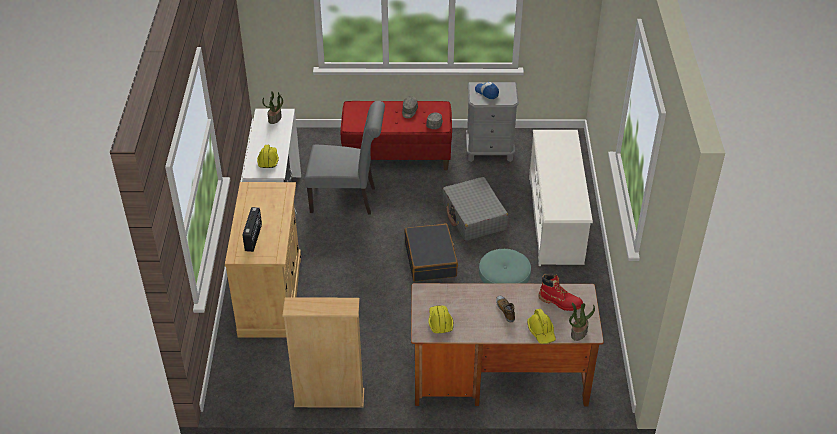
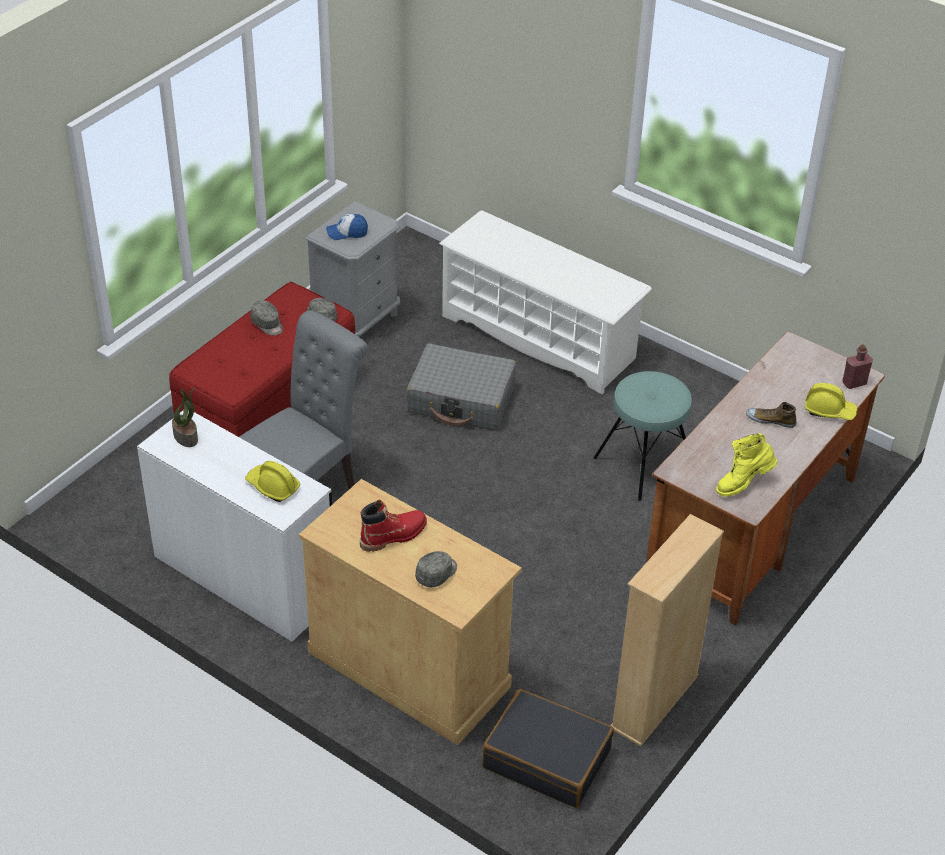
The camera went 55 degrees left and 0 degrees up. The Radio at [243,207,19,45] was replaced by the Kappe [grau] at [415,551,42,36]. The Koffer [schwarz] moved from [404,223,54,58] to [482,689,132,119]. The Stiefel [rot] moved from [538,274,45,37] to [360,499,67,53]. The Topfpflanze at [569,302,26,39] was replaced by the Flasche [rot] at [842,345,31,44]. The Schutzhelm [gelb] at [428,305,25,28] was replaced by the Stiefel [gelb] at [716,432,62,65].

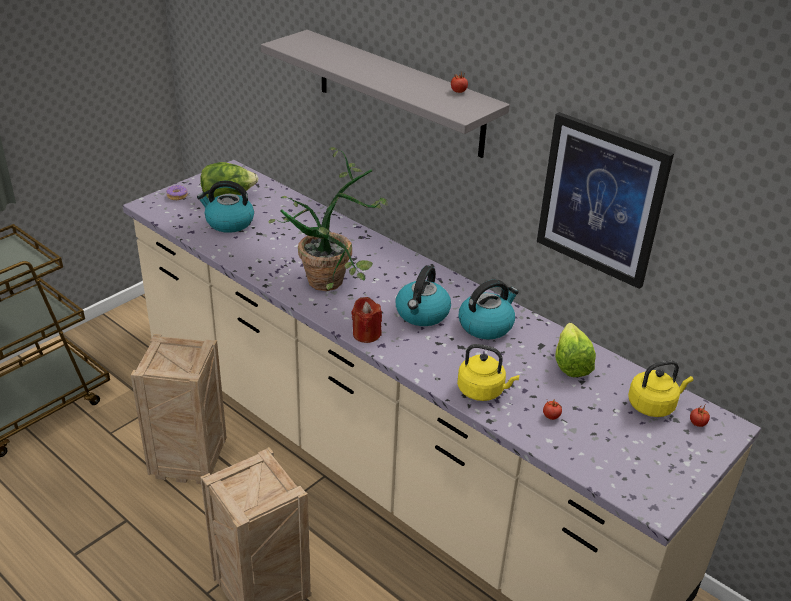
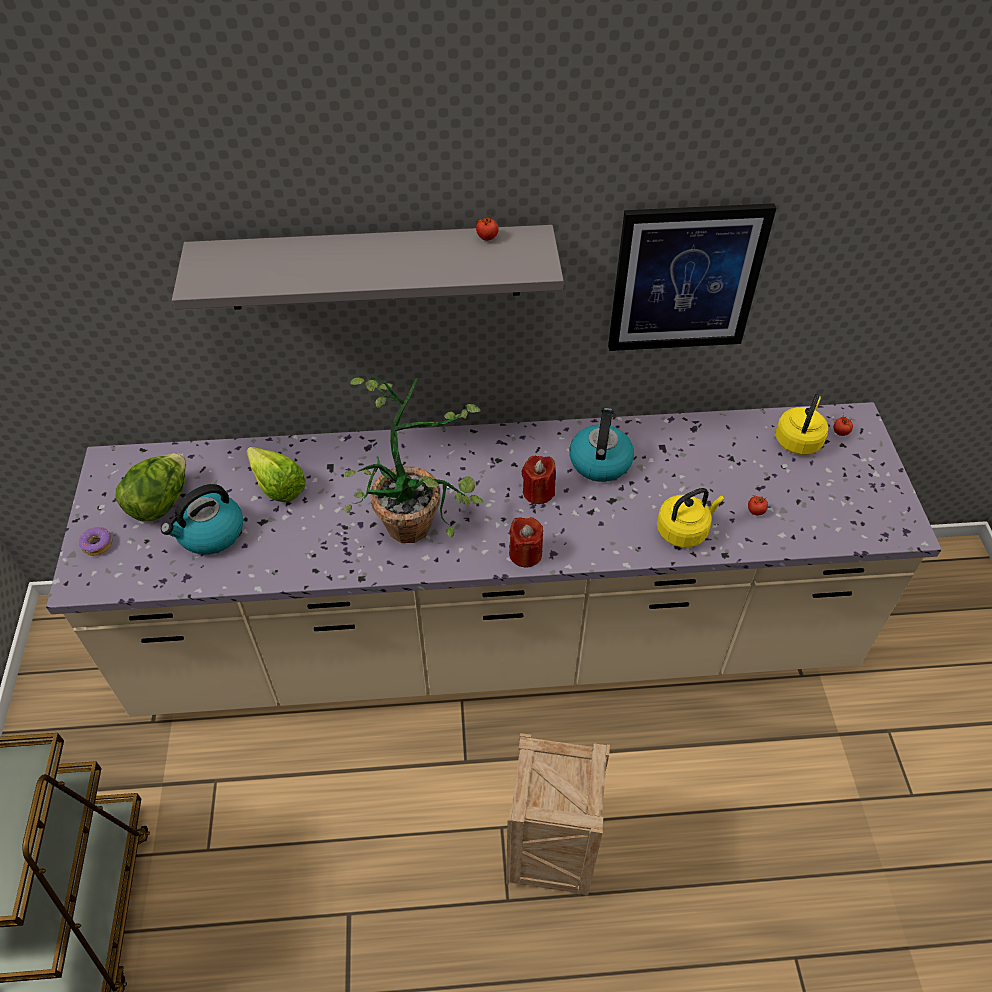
The camera went 45 degrees left and 15 degrees up. The Wasserkessel at [396,265,55,61] was replaced by the Kerze [rot] at [521,456,35,48]. The Salatkopf moved from [555,323,41,54] to [246,447,60,55]. The Kiste at [131,334,96,150] disappeared.

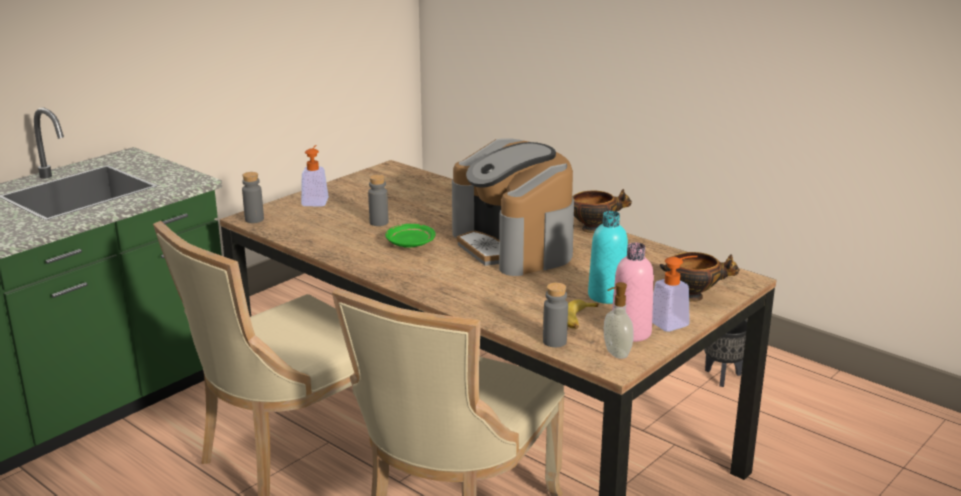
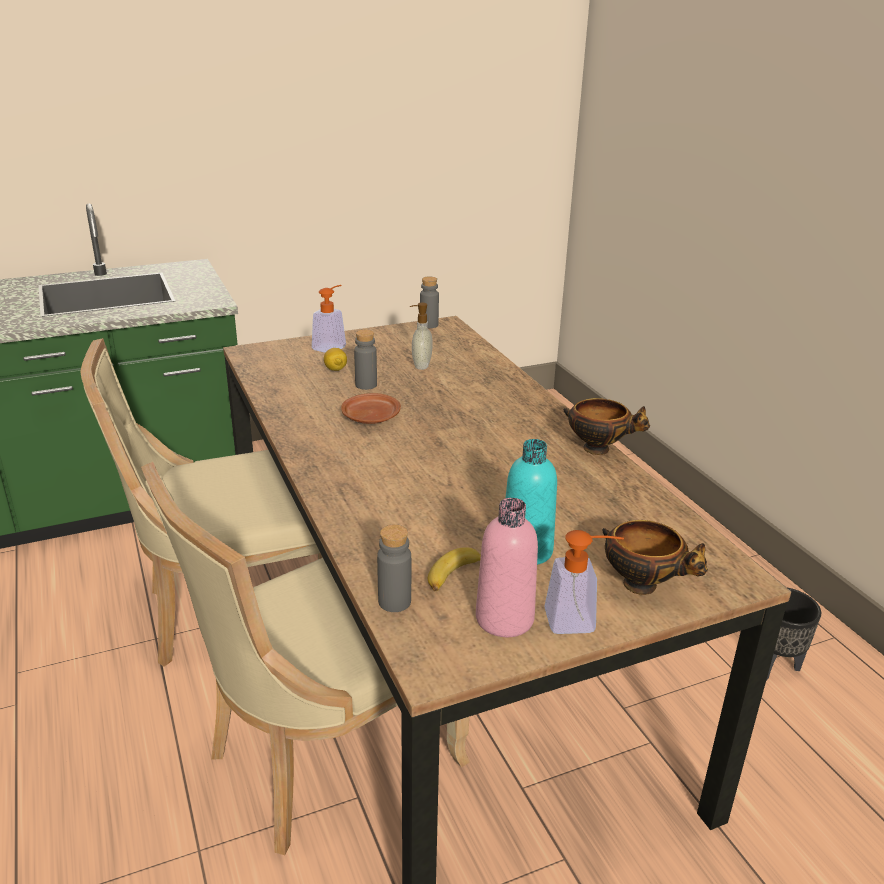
The camera went 25 degrees right and 5 degrees up. The Kaffeemaschine at [452,138,122,138] disappeared. The Flasche [grau] moved from [242,172,22,51] to [420,276,19,52]. The Teller [grün] at [385,224,51,24] became the Teller [braun] at [341,393,60,31]. The Seifenspender moved from [604,282,30,77] to [410,303,23,67]. The Zitrone at [324,348,23,23] appeared.

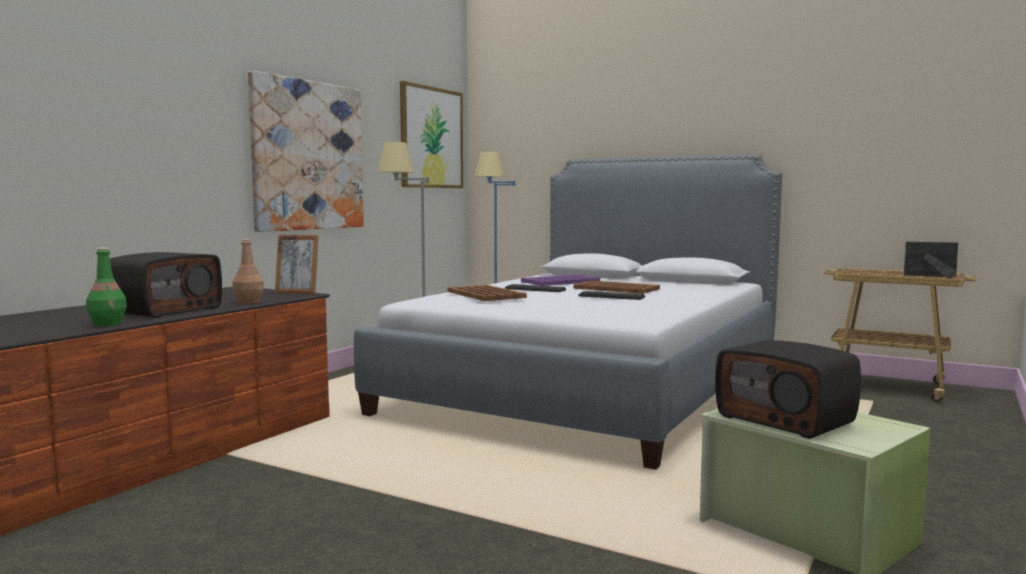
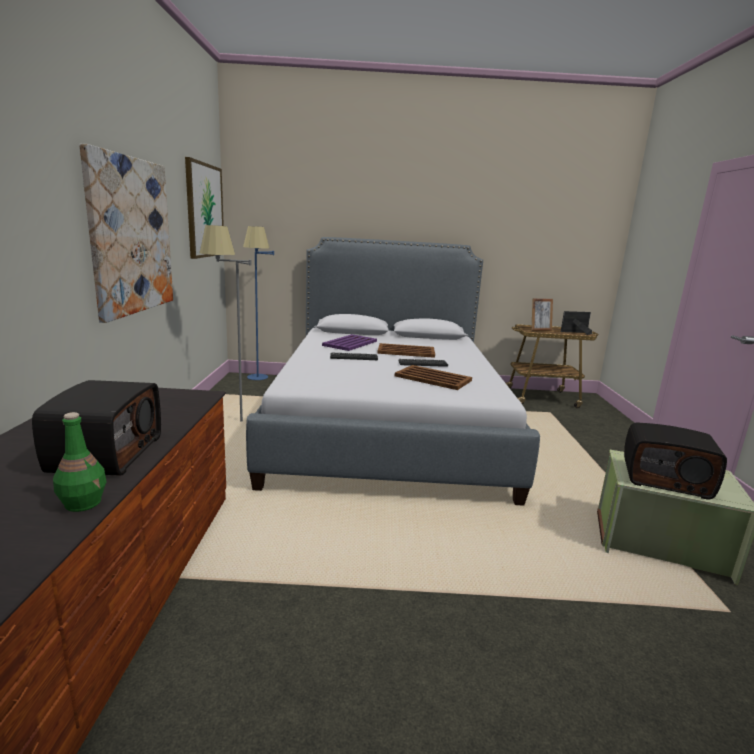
The camera went 30 degrees left and 10 degrees up. The Bilderrahmen moved from [275,235,44,59] to [531,298,22,33]. The Flasche [braun] at [233,239,31,65] disappeared. The Tablett [braun] moved from [448,285,79,16] to [395,365,77,25].

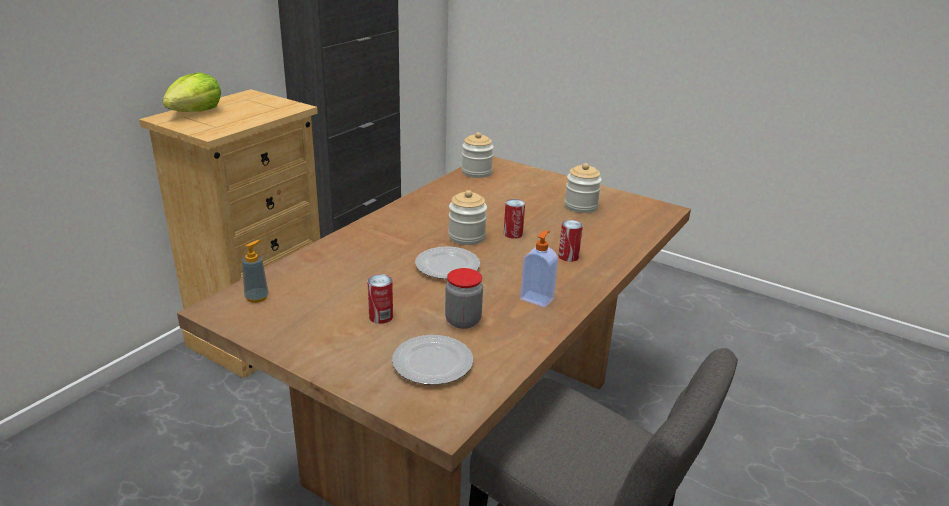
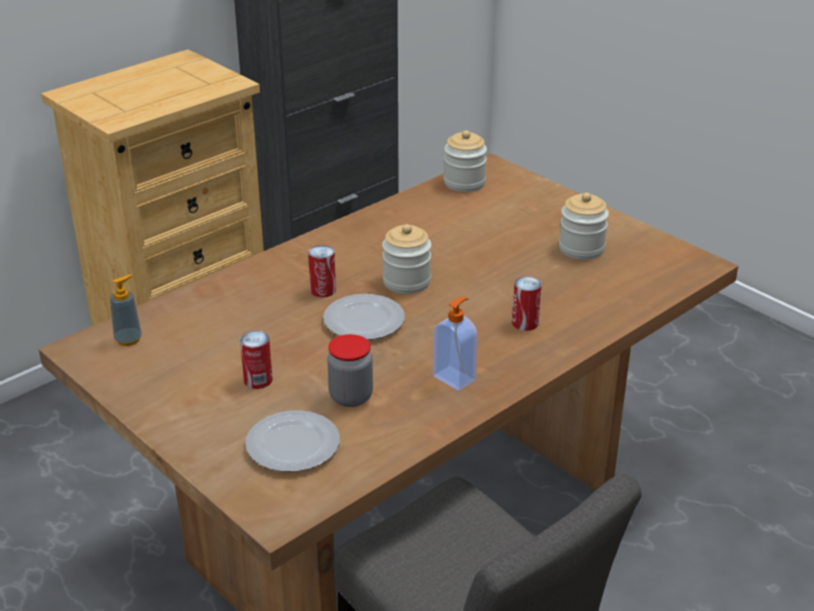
The camera went 15 degrees right and 5 degrees up. The Salatkopf at [162,72,59,40] disappeared. The Dose moved from [504,199,21,40] to [308,245,28,52].

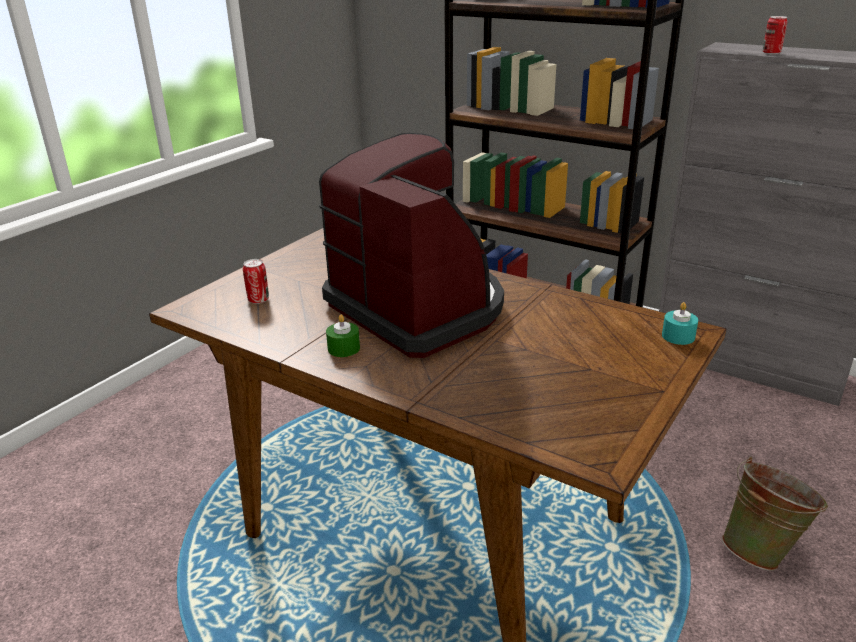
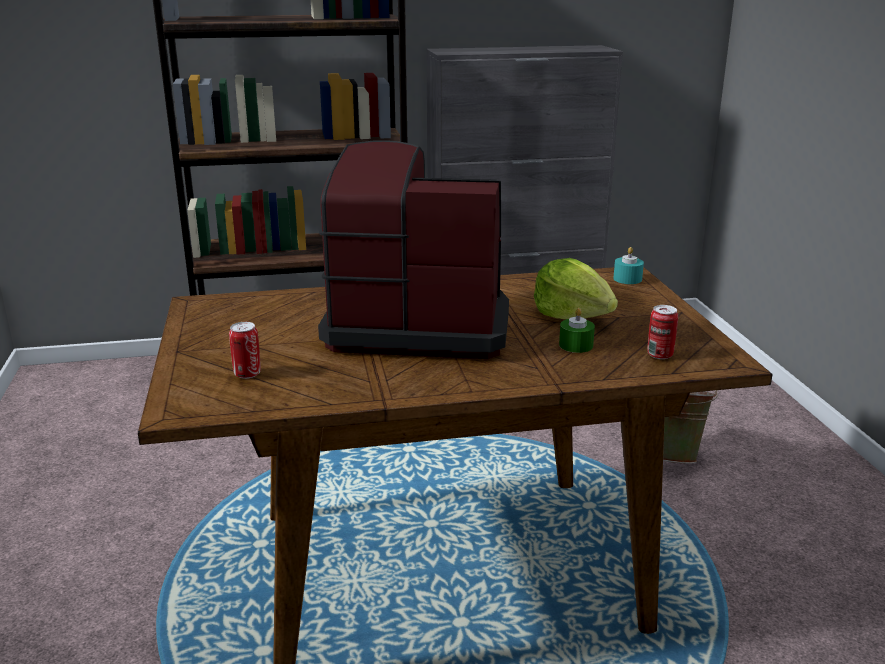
The camera went 45 degrees left and 5 degrees down. The Dose moved from [763,16,25,39] to [647,305,31,54]. The Kerze [grün] moved from [326,314,34,43] to [559,308,36,45]. The Salatkopf at [534,258,84,61] appeared.

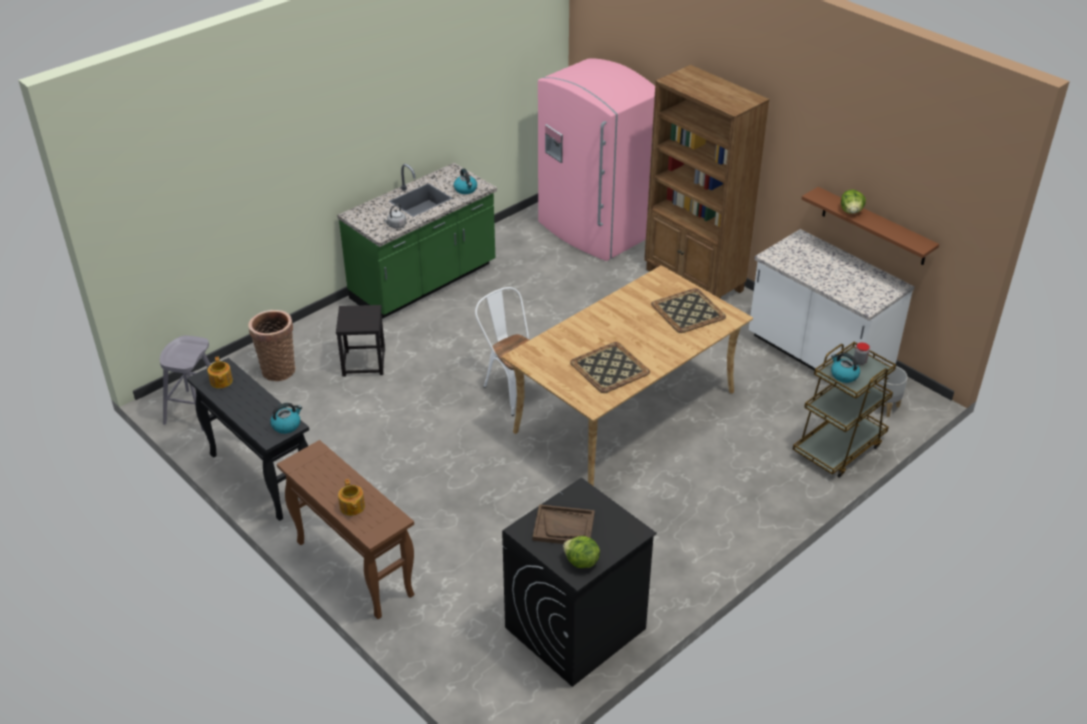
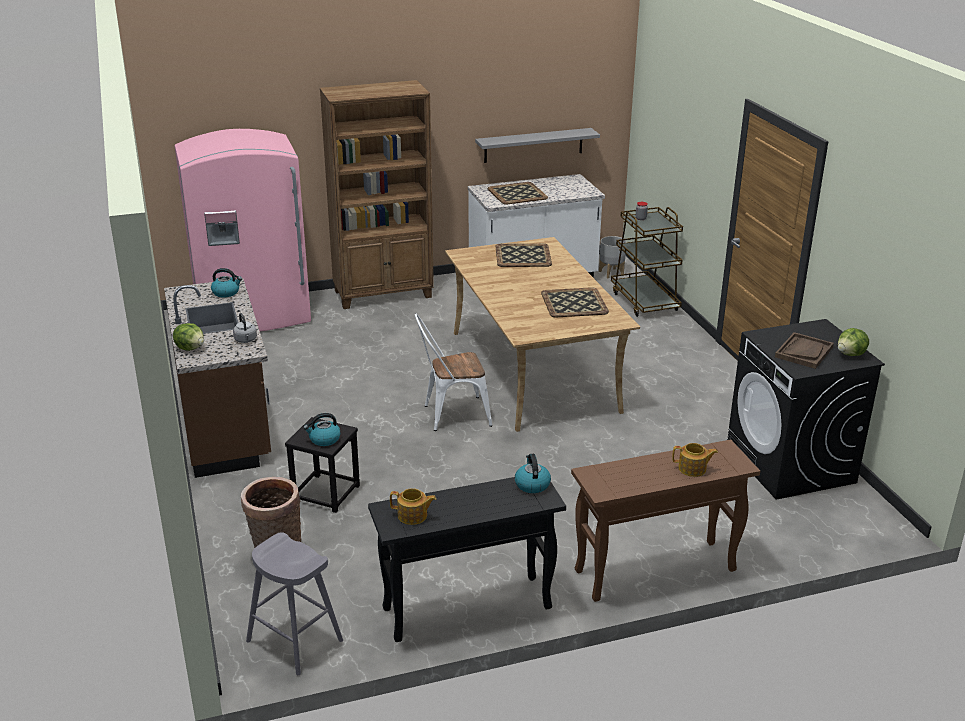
The camera went 65 degrees left and 10 degrees down. The Küchenzeile [grün] at [337,163,160,156] became the Küchenzeile [braun] at [164,278,107,200]. The Wandregal [braun] at [802,187,137,78] became the Wandregal [grau] at [475,128,125,35]. The Salatkopf moved from [841,189,25,25] to [173,323,31,28]. The Wasserkessel moved from [831,353,29,30] to [303,413,38,33]. The Tablett at [487,182,61,23] appeared.

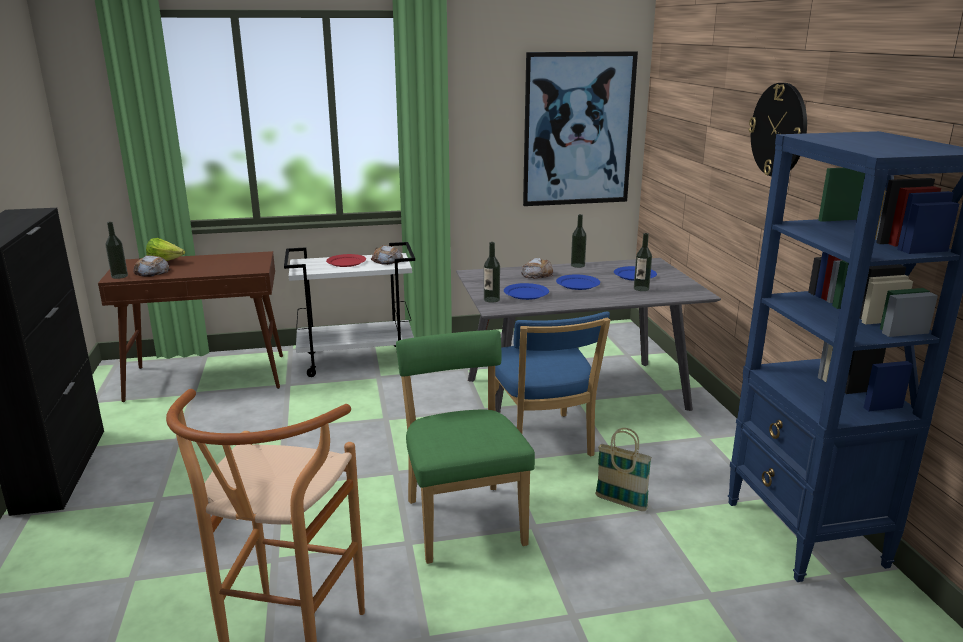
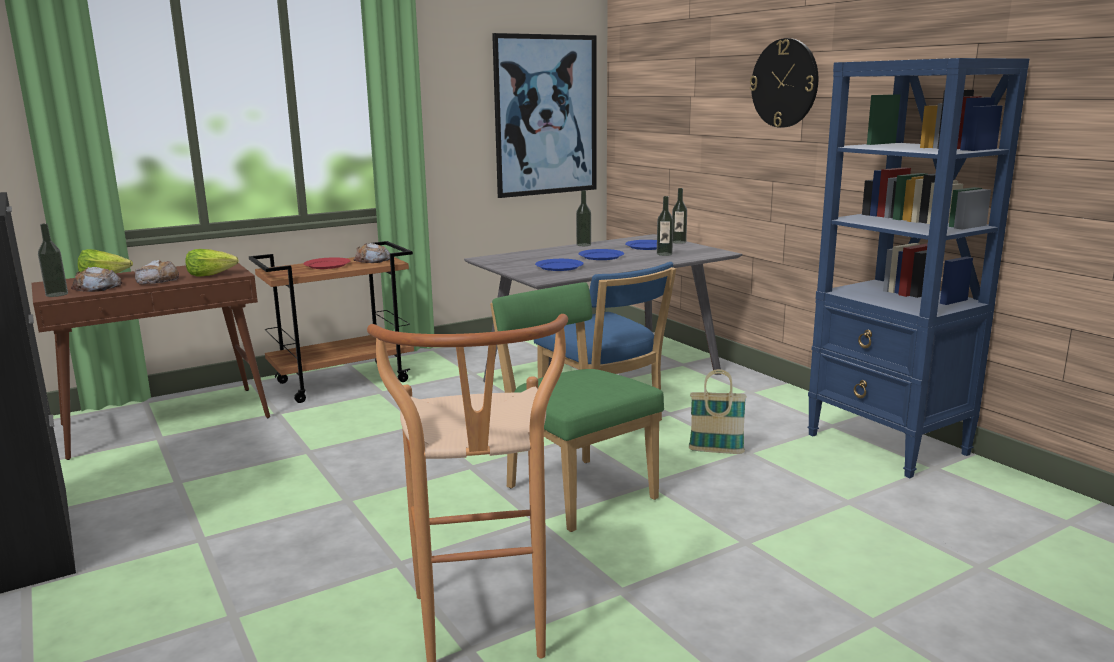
The camera went 20 degrees left and 5 degrees down. The Rollwagen [weiß] at [284,242,131,135] became the Rollwagen [braun] at [249,241,165,162]. The Flasche moved from [484,242,16,61] to [672,188,15,56]. The Brot moved from [521,258,32,21] to [134,260,45,25]. The Salatkopf at [185,249,54,28] appeared.

